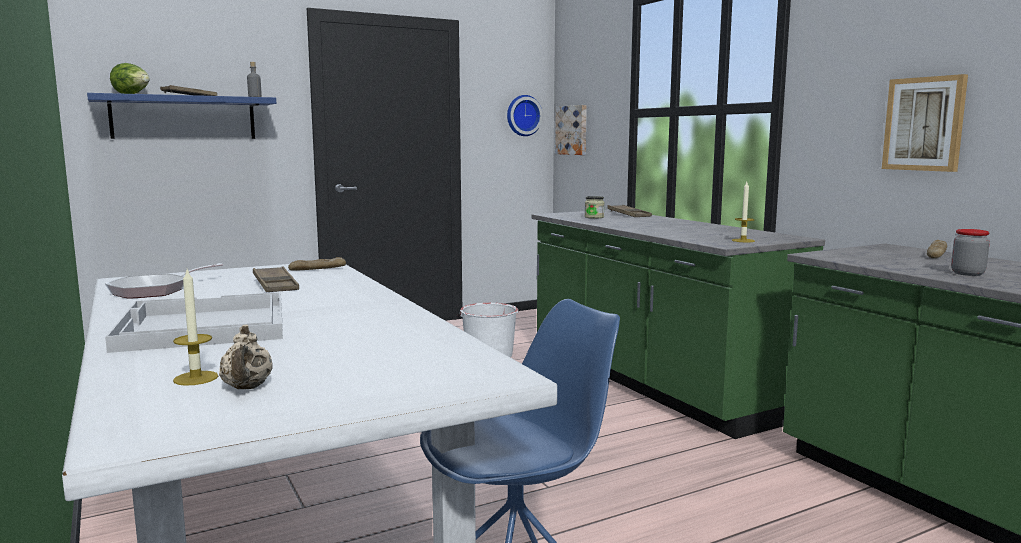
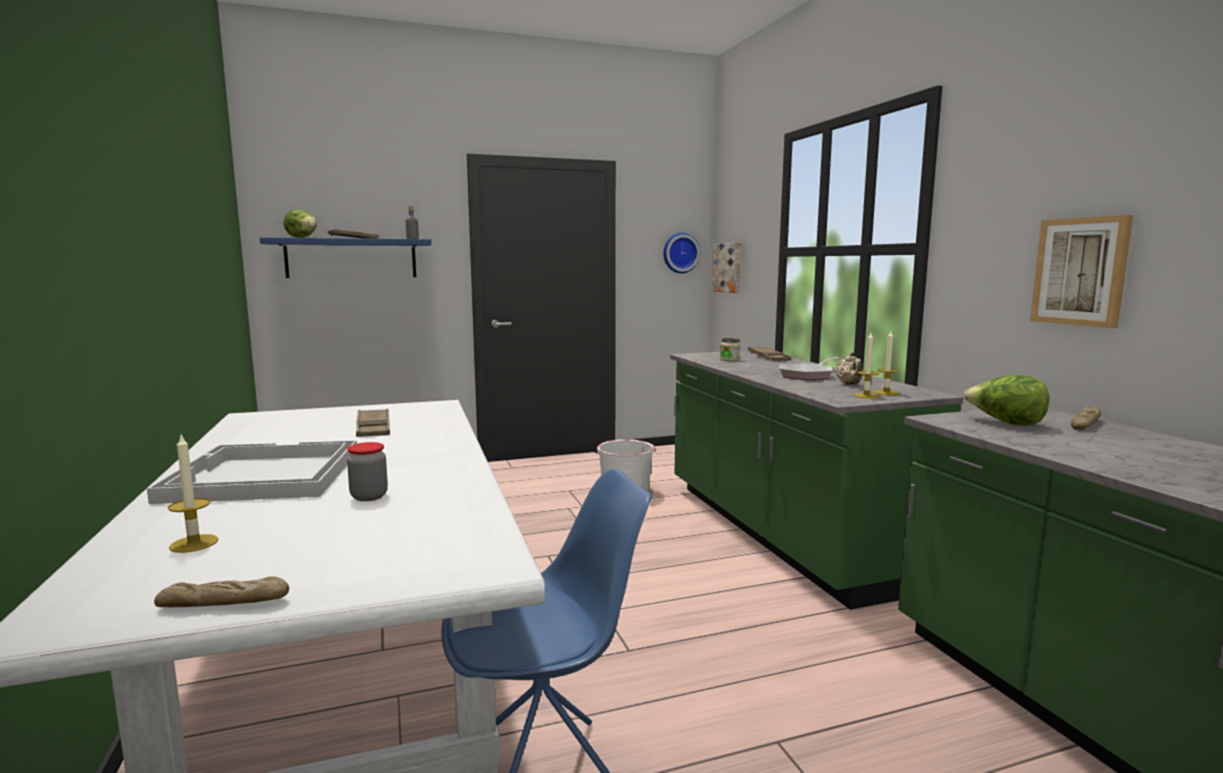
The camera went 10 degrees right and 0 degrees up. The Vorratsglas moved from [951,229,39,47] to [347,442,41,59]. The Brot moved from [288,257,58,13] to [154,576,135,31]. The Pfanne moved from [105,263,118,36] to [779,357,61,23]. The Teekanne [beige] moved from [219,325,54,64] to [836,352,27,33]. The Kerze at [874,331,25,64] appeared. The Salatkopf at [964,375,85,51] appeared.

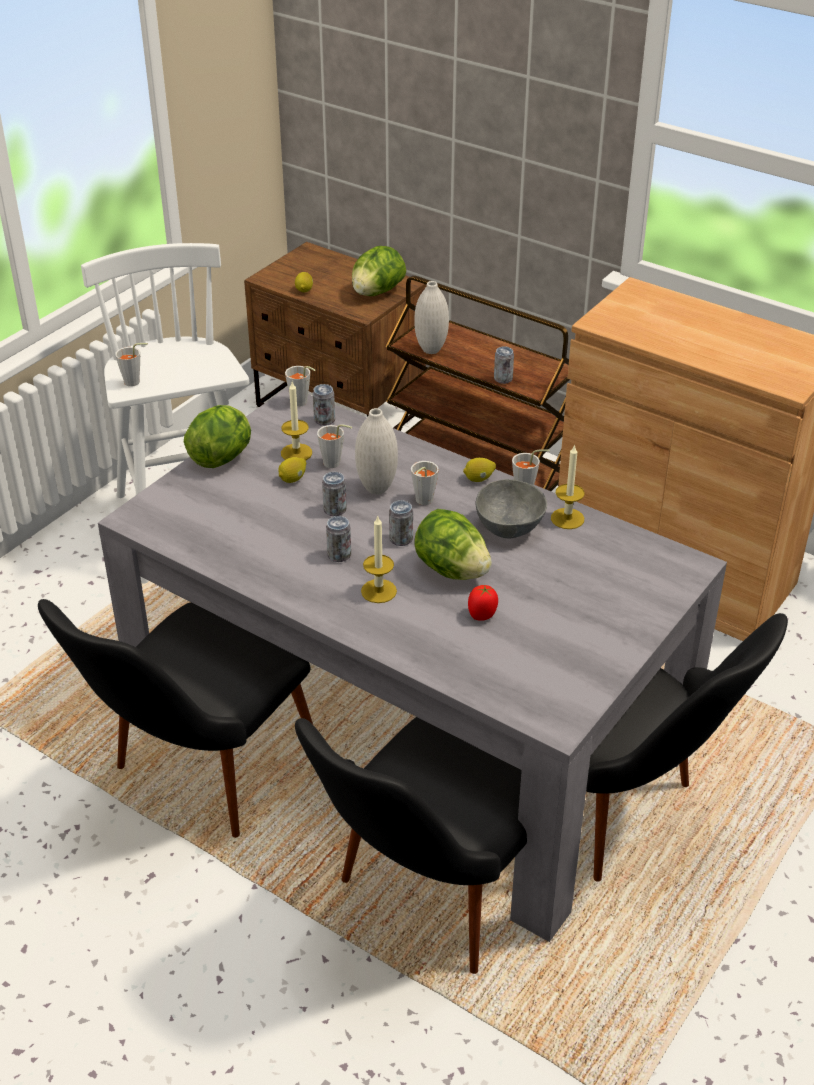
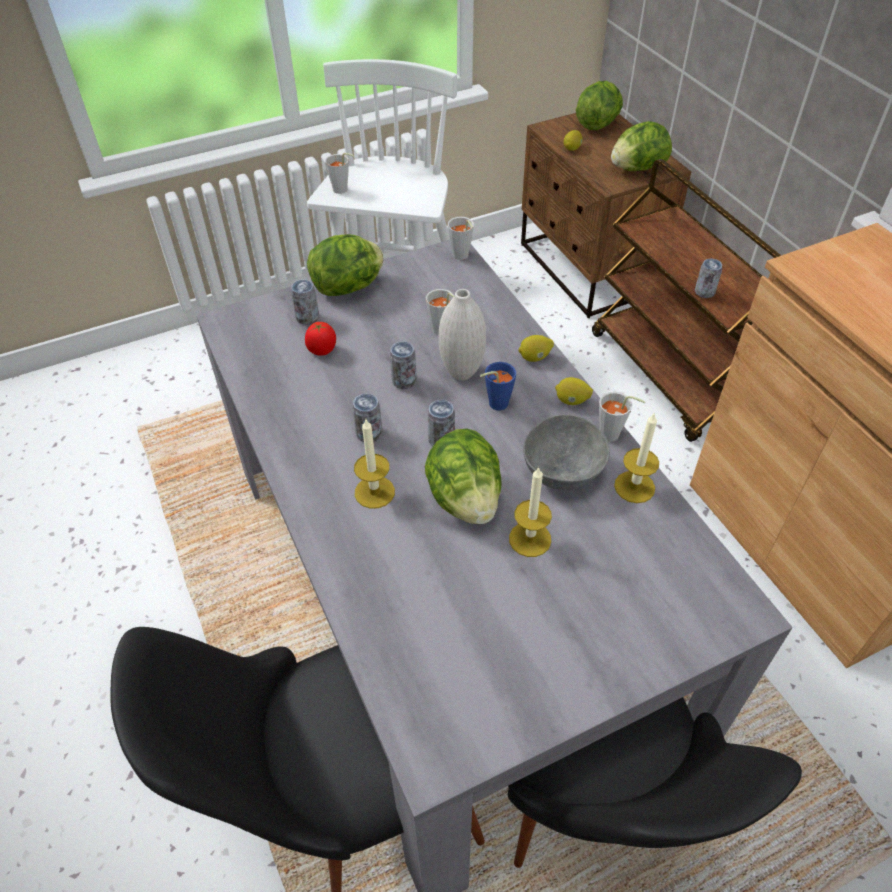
The camera went 30 degrees right and 10 degrees up. The Vase [weiß] at [414,281,35,73] disappeared. The Kerze moved from [281,382,31,78] to [509,467,43,90]. The Dose moved from [313,384,22,42] to [291,280,28,45]. The Zitrone moved from [278,457,28,26] to [518,335,36,27]. The Tasse [grau] at [411,461,28,44] became the Tasse [blau] at [480,362,36,49]. The Tomate moved from [468,585,30,36] to [305,322,31,34]. The Stuhl [schwarz] at [38,599,275,239] disappeared. The Salatkopf at [576,81,47,49] appeared.

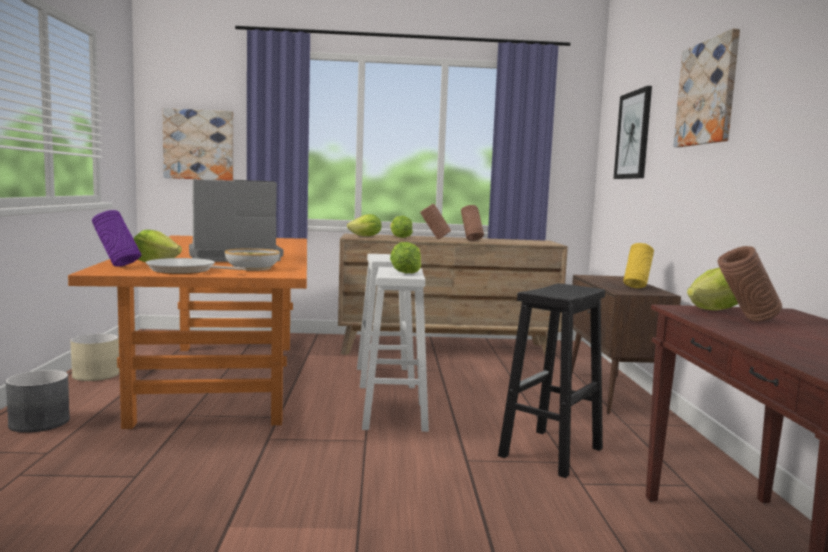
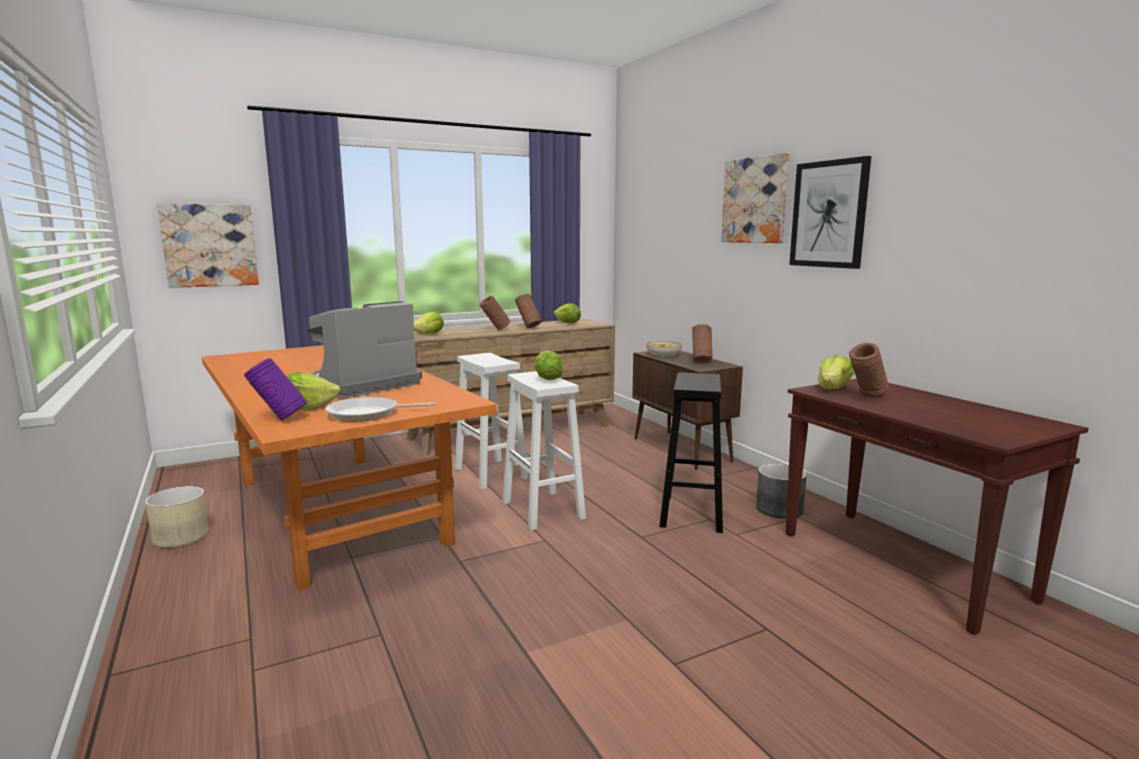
The camera went 25 degrees left and 5 degrees up. The Bild moved from [614,86,38,93] to [789,156,82,113]. The Salatkopf moved from [390,216,23,22] to [554,303,27,20]. The Vase [gelb] at [623,243,31,45] became the Vase [braun] at [692,324,21,38]. The Schüssel moved from [225,248,55,23] to [646,341,36,16]. The Pflanzkübel [grau] moved from [6,370,64,63] to [756,464,51,55].

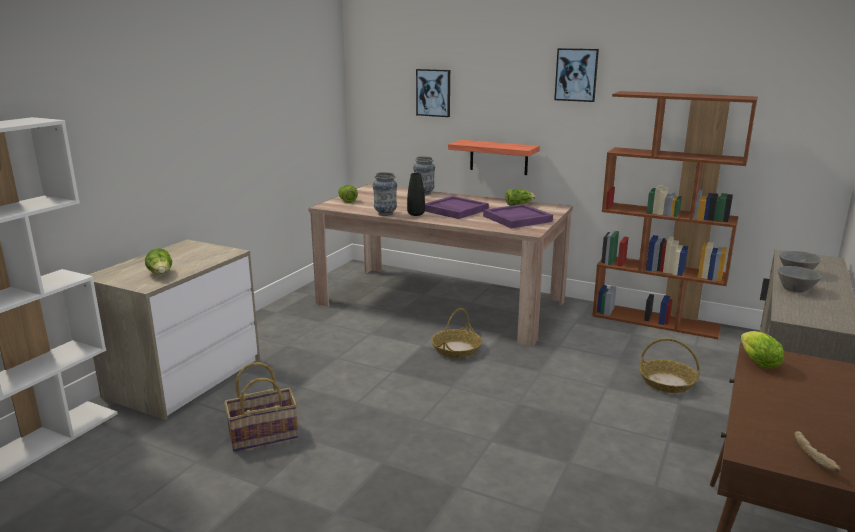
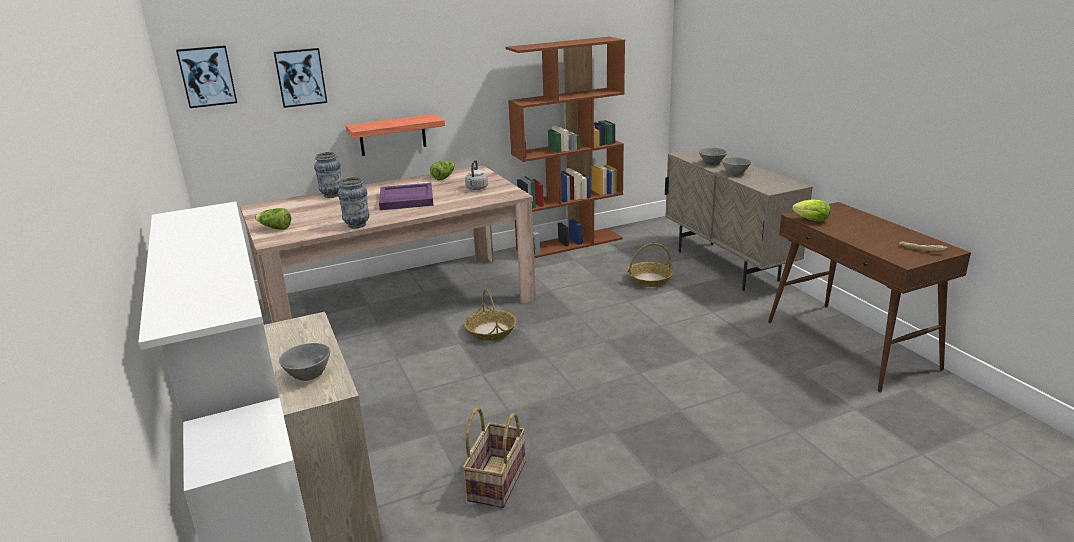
The camera went 50 degrees left and 5 degrees up. The Bild moved from [554,48,45,54] to [176,45,61,63]. The Vase [schwarz] at [407,173,18,43] disappeared. The Tablett [lila] at [483,204,70,25] was replaced by the Wasserkessel [grau] at [465,160,23,30]. The Salatkopf at [145,248,27,26] was replaced by the Schüssel [grau] at [279,343,51,38].

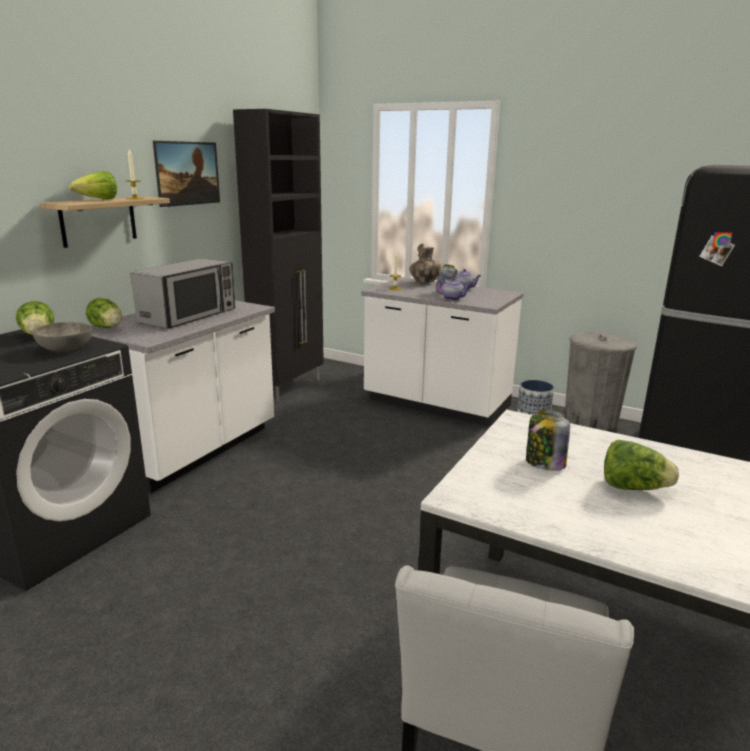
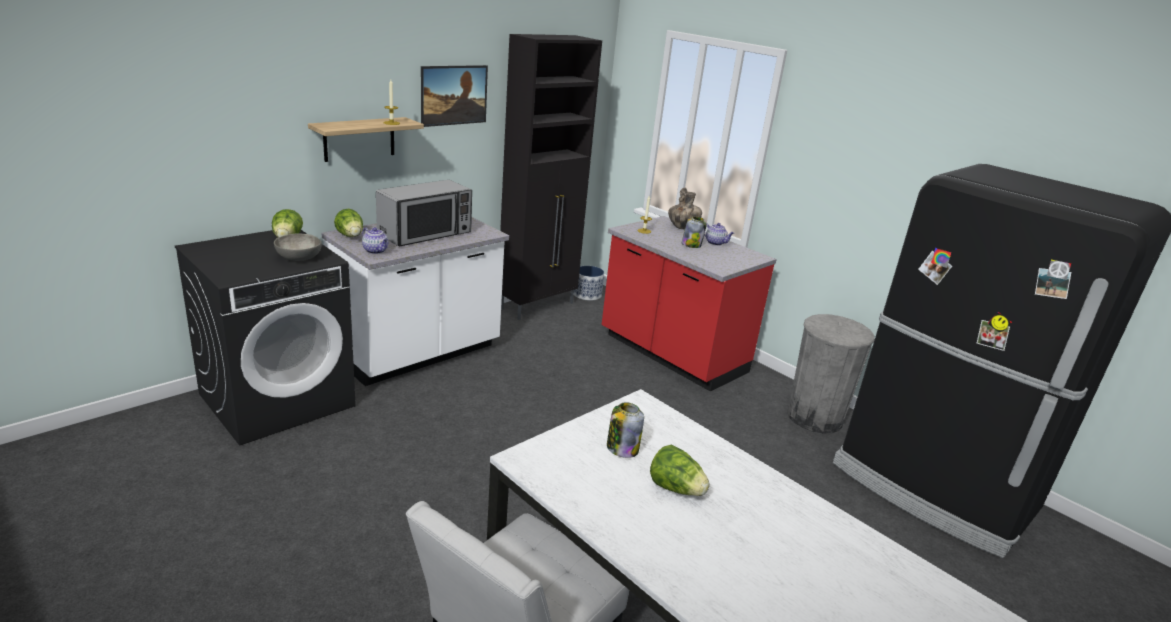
The camera went 15 degrees right and 5 degrees up. The Salatkopf at [69,171,48,29] disappeared. The Küchenzeile [weiß] at [361,277,163,150] became the Küchenzeile [rot] at [602,216,175,176]. The Teekanne moved from [436,277,35,23] to [362,228,26,26]. The Pflanzkübel moved from [517,380,37,35] to [574,266,30,35].

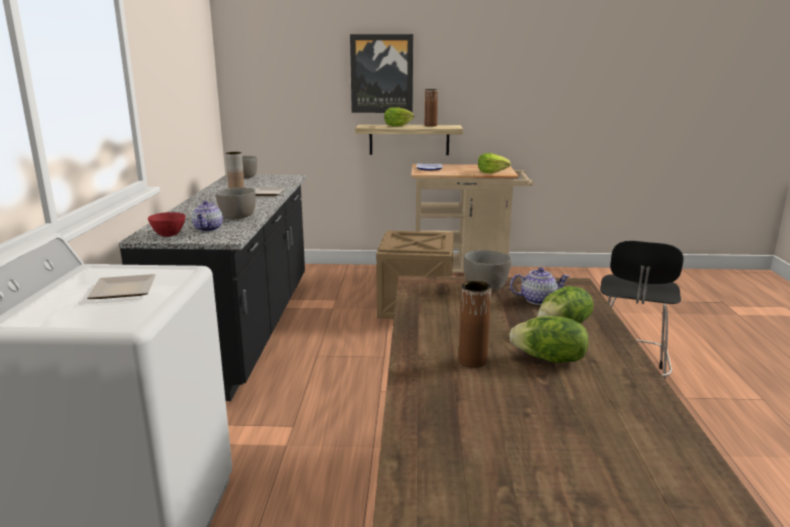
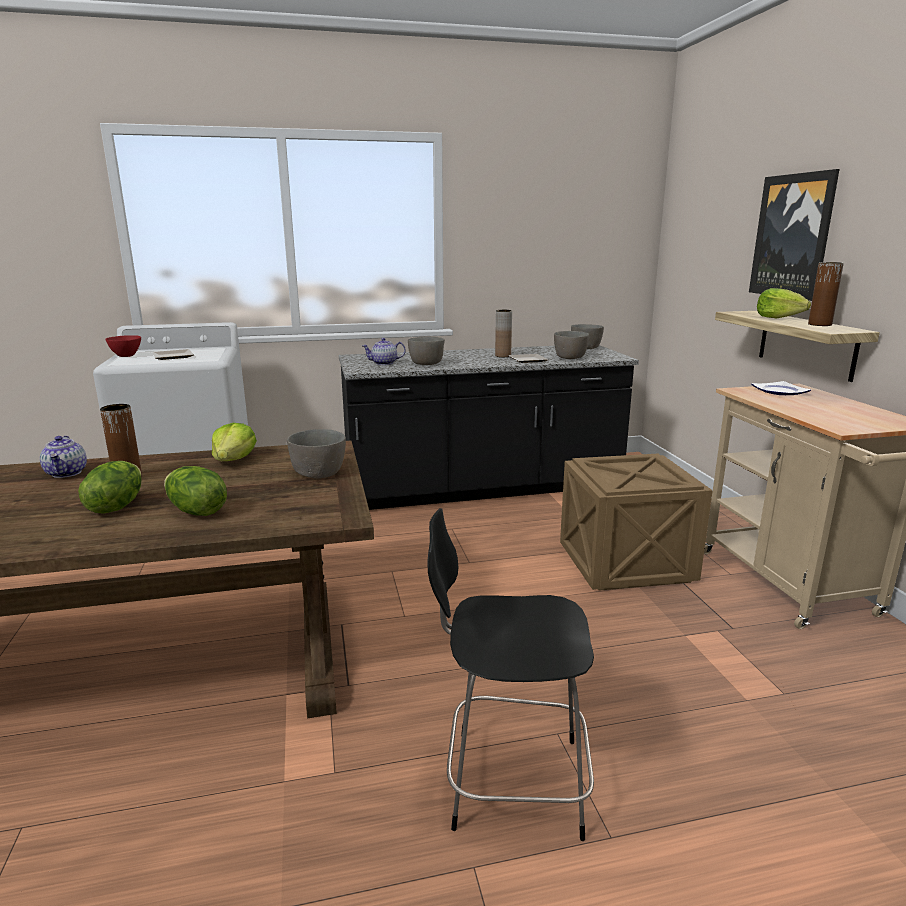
The camera went 75 degrees right and 0 degrees up. The Salatkopf moved from [478,153,33,20] to [212,423,45,38]. The Schüssel [rot] moved from [148,212,38,25] to [105,335,36,22]. The Teekanne moved from [510,267,60,38] to [40,436,47,42]. The Schüssel [grau] at [554,331,35,28] appeared.

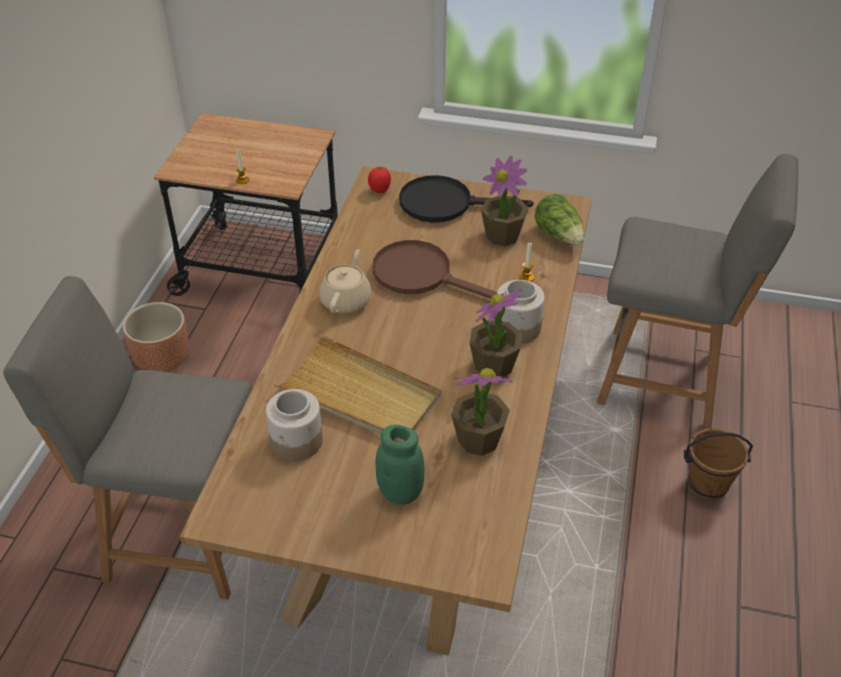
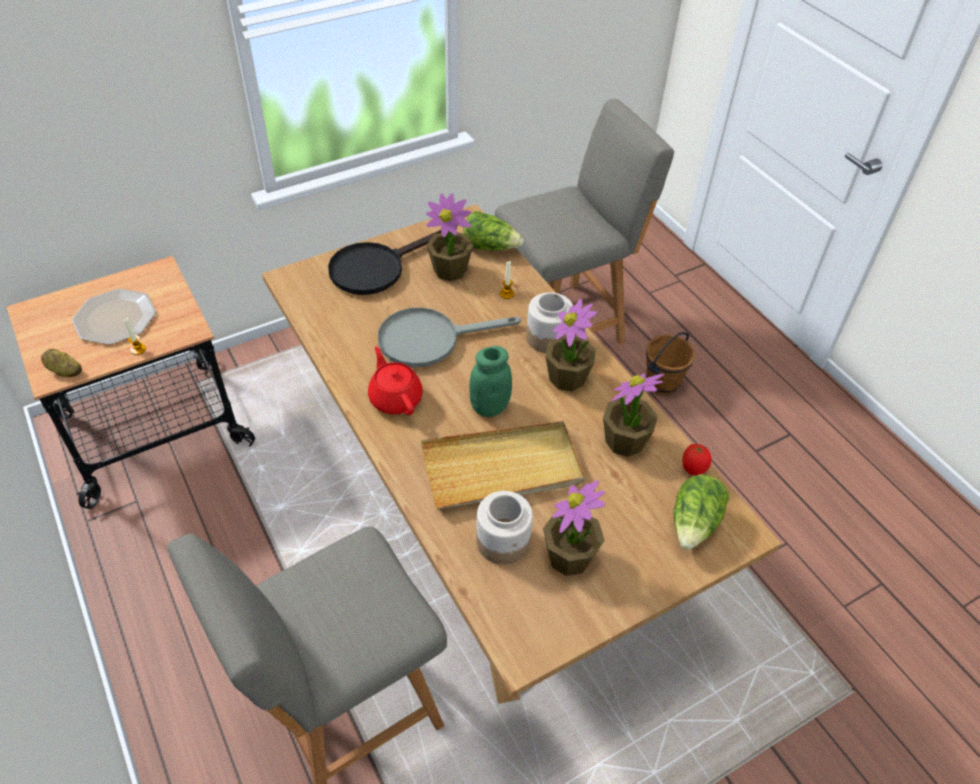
The camera went 45 degrees left and 5 degrees up. The Tomate moved from [368,167,23,26] to [683,444,28,32]. The Pfanne [braun] at [372,240,125,59] became the Pfanne [grau] at [378,307,143,61]. The Teekanne [beige] at [319,249,53,64] became the Teekanne [rot] at [368,346,55,69]. The Pflanzkübel [braun] at [122,302,67,70] disappeared. The Vorratsglas [grün] moved from [376,425,49,80] to [469,346,43,71]. The Teller at [72,289,84,56] appeared. The Kartoffel at [41,349,41,28] appeared. The Salatkopf at [673,475,56,75] appeared. The Topfpflanze at [543,480,62,96] appeared.

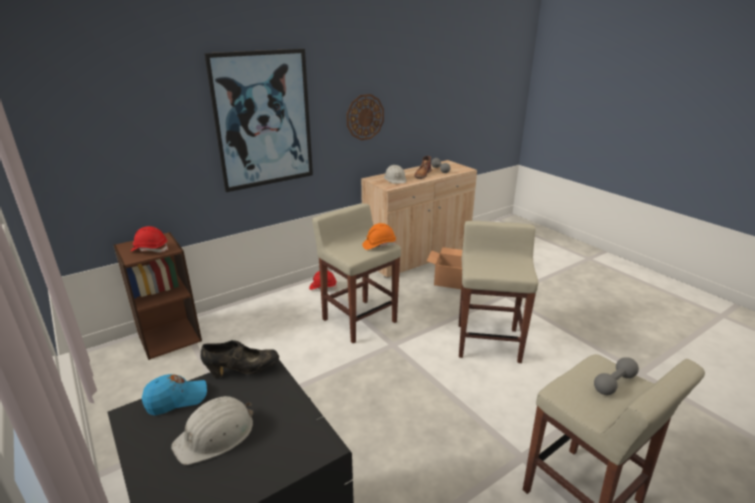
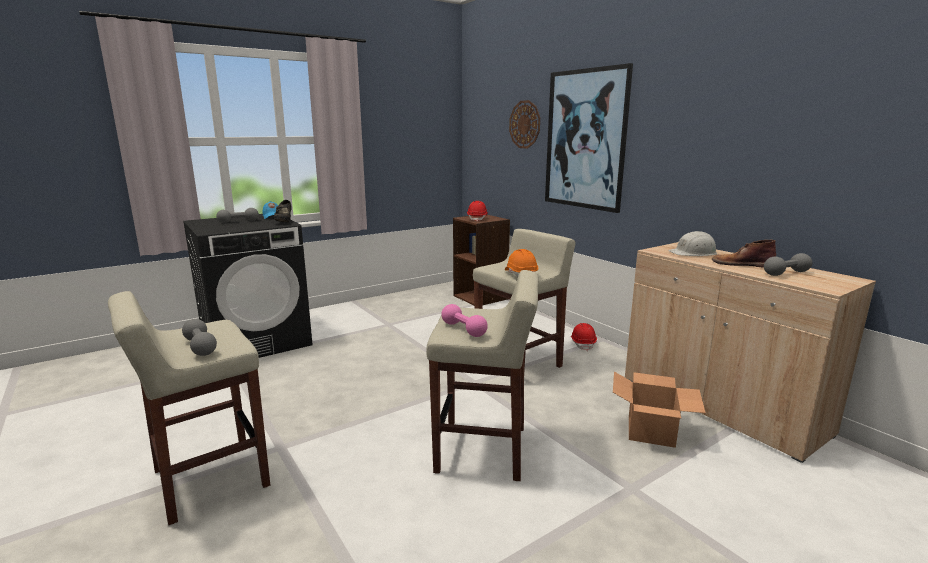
The camera went 90 degrees right and 10 degrees down. The Wanduhr moved from [346,94,38,47] to [509,100,31,48]. The Schutzhelm [weiß] at [171,396,82,69] was replaced by the Hantel [grau] at [216,208,43,15]. The Hantel [rosa] at [441,304,47,33] appeared.

